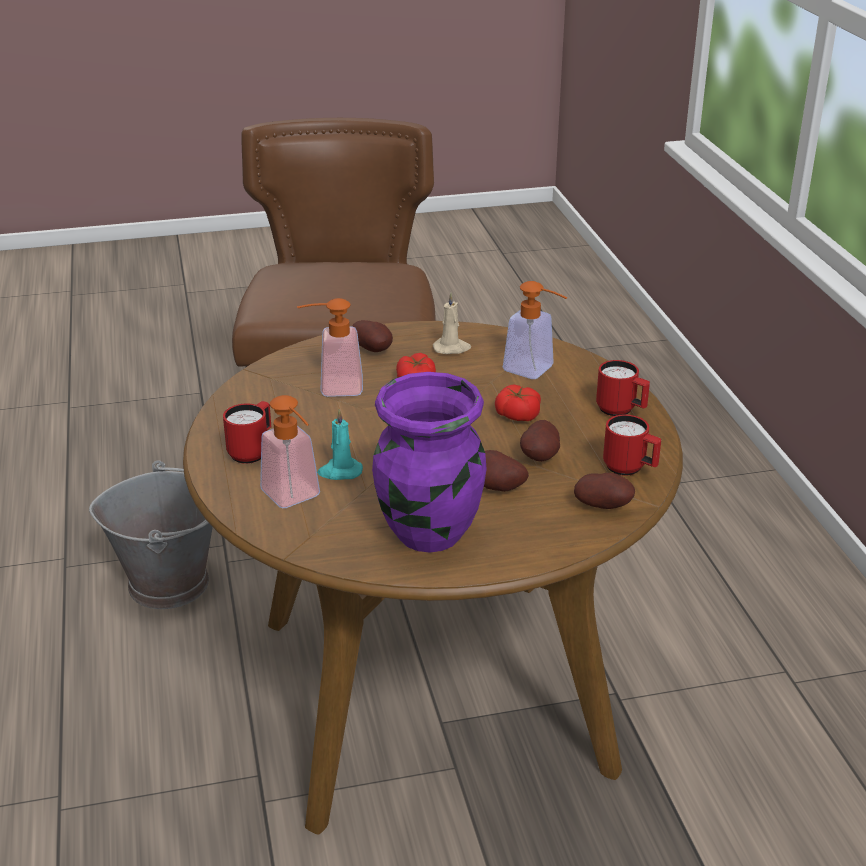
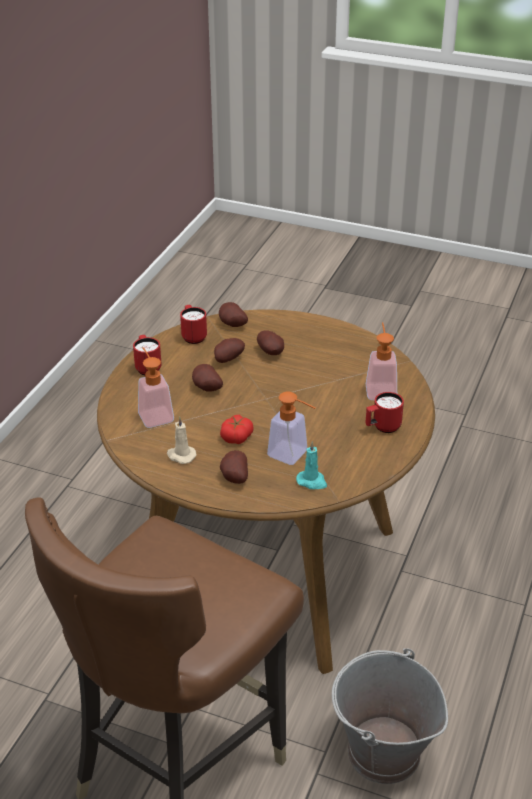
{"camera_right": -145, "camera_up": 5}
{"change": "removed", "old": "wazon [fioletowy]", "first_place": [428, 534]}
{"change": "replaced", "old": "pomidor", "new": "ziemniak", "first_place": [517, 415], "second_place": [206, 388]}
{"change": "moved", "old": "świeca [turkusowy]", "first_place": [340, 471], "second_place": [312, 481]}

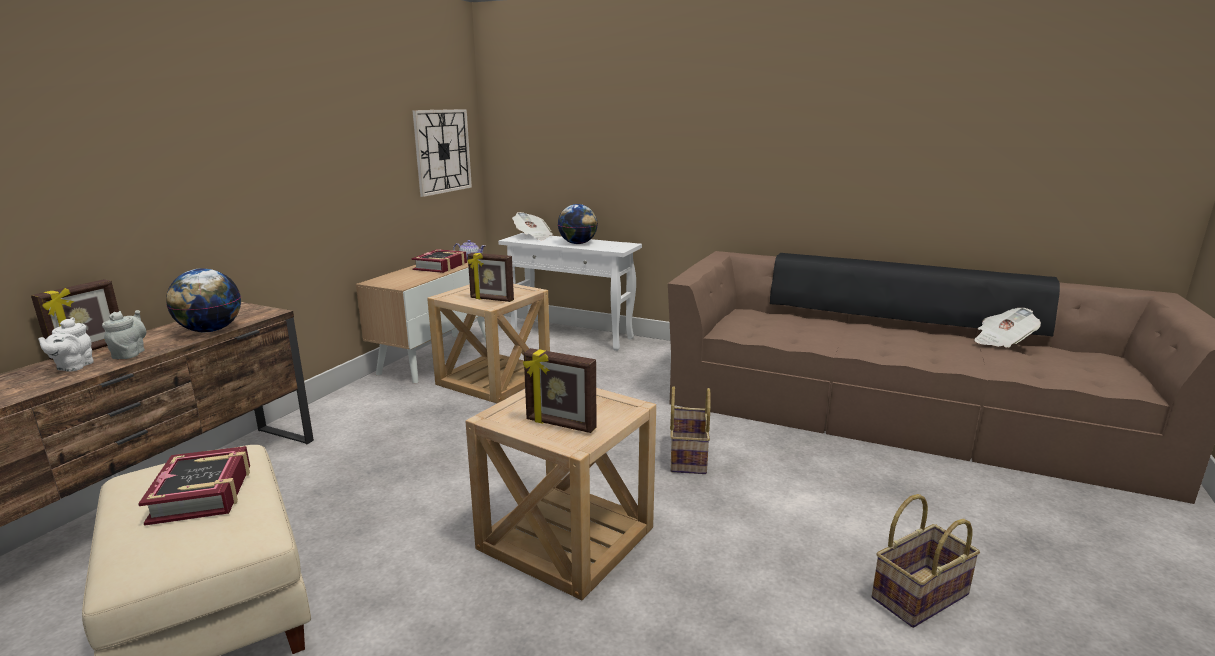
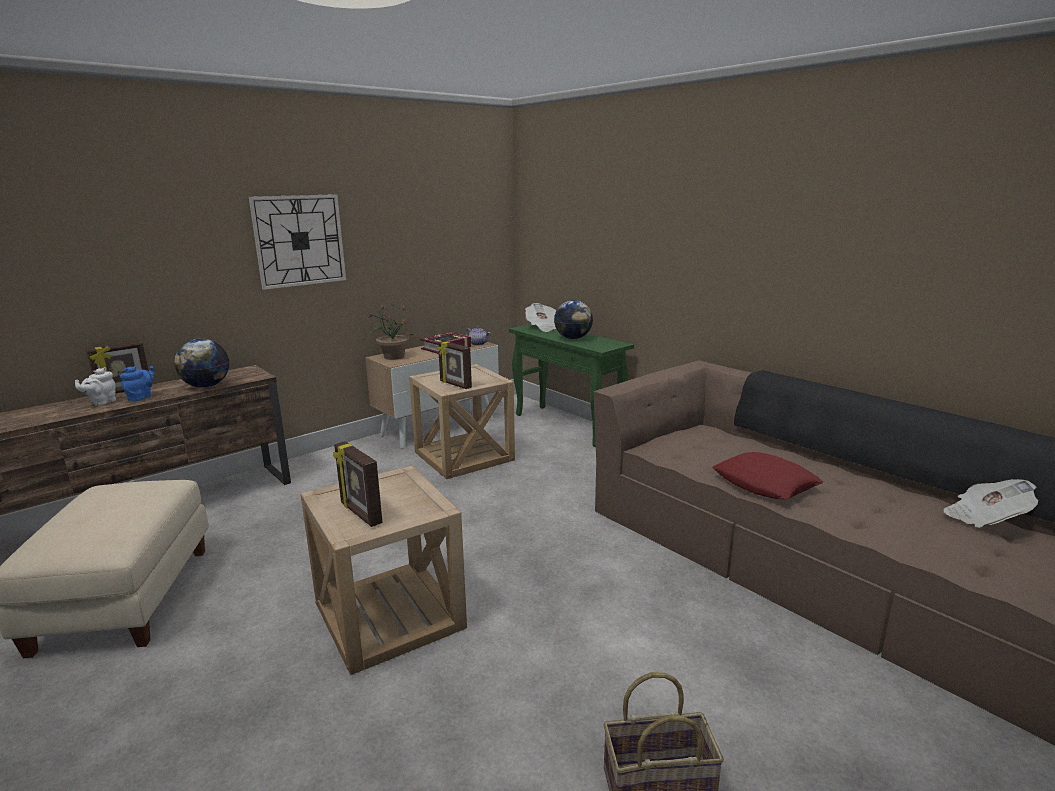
{"camera_right": 25, "camera_up": 0}
{"change": "moved", "old": "zegar ścienny", "first_place": [442, 151], "second_place": [299, 240]}
{"change": "recoloured", "old": "stolik konsolowy [biały]", "new": "stolik konsolowy [zielony]", "first_place": [572, 336], "second_place": [568, 426]}
{"change": "recoloured", "old": "imbryk [szary]", "new": "imbryk [niebieski]", "first_place": [130, 353], "second_place": [141, 397]}
{"change": "removed", "old": "koszyk", "first_place": [687, 456]}
{"change": "removed", "old": "książka", "first_place": [202, 493]}
{"change": "added", "new": "roślina doniczkowa", "second_place": [393, 356]}
{"change": "added", "new": "poduszka [czerwony]", "second_place": [765, 483]}

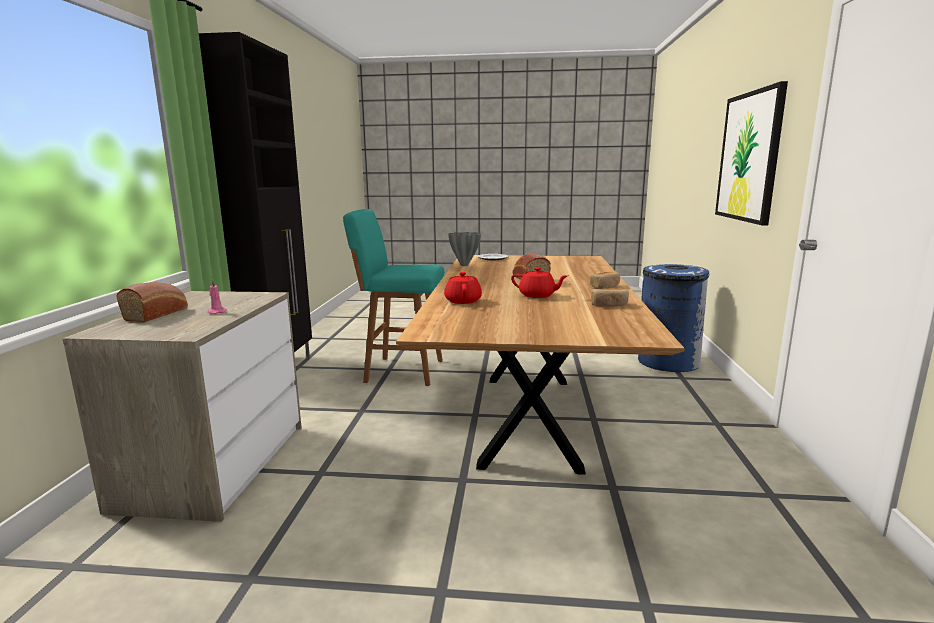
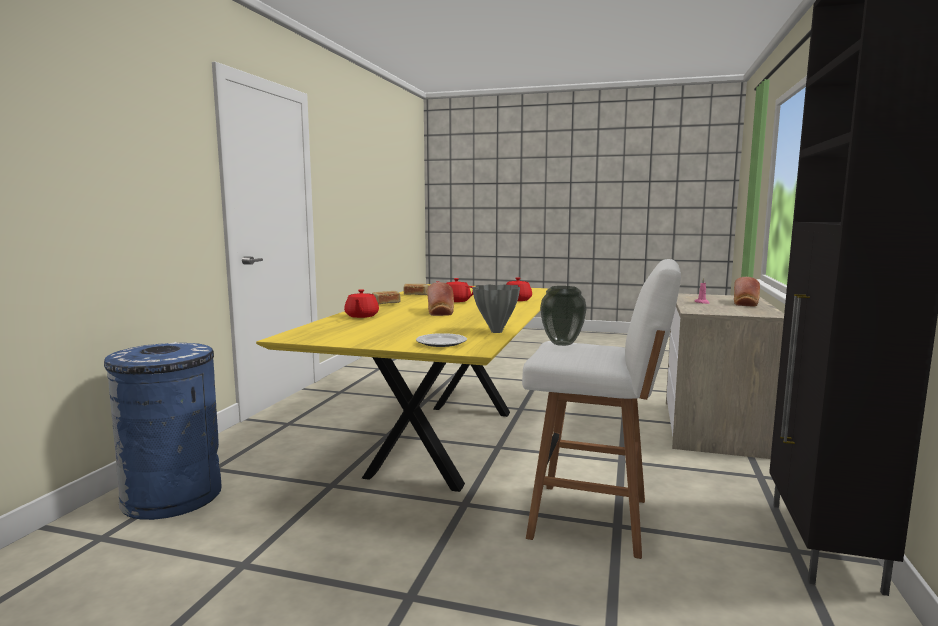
{"camera_right": -170, "camera_up": -5}
{"change": "removed", "old": "obraz", "first_place": [749, 157]}
{"change": "recoloured", "old": "stołek [turkusowy]", "new": "stołek [biały]", "first_place": [401, 371], "second_place": [594, 519]}
{"change": "recoloured", "old": "stół jadalny [brązowy]", "new": "stół jadalny [żółty]", "first_place": [528, 417], "second_place": [447, 440]}
{"change": "added", "new": "wazon", "second_place": [563, 343]}
{"change": "added", "new": "imbryk [czerwony]", "second_place": [361, 316]}

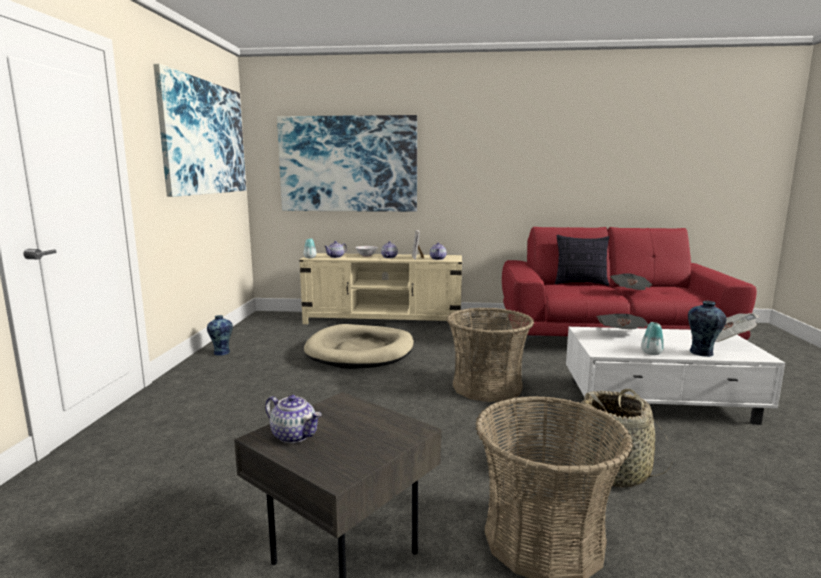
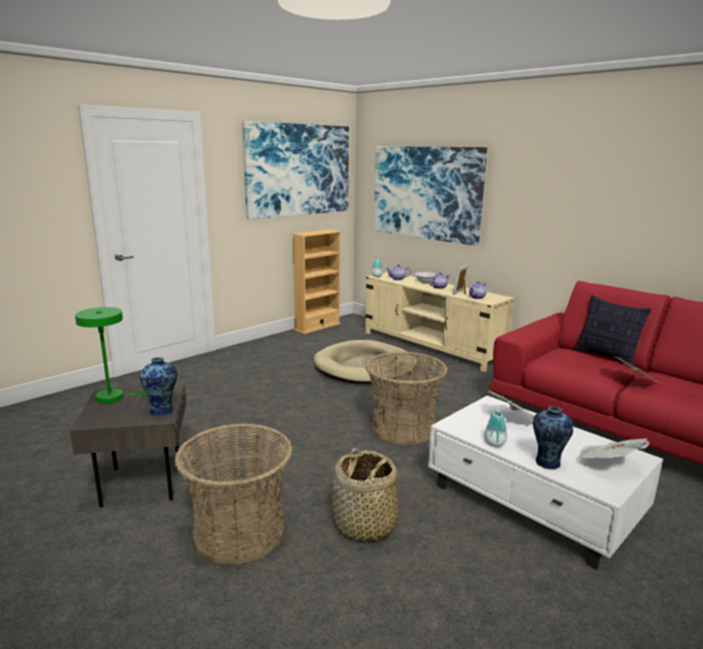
{"camera_right": 40, "camera_up": 5}
{"change": "moved", "old": "wazon", "first_place": [222, 352], "second_place": [162, 411]}
{"change": "replaced", "old": "imbryk", "new": "lampa stołowa [zielony]", "first_place": [294, 435], "second_place": [115, 397]}
{"change": "added", "new": "regał [beżowy]", "second_place": [317, 327]}

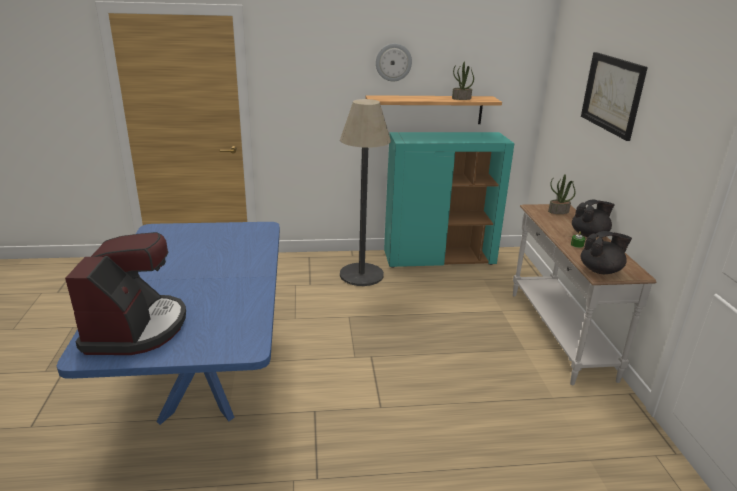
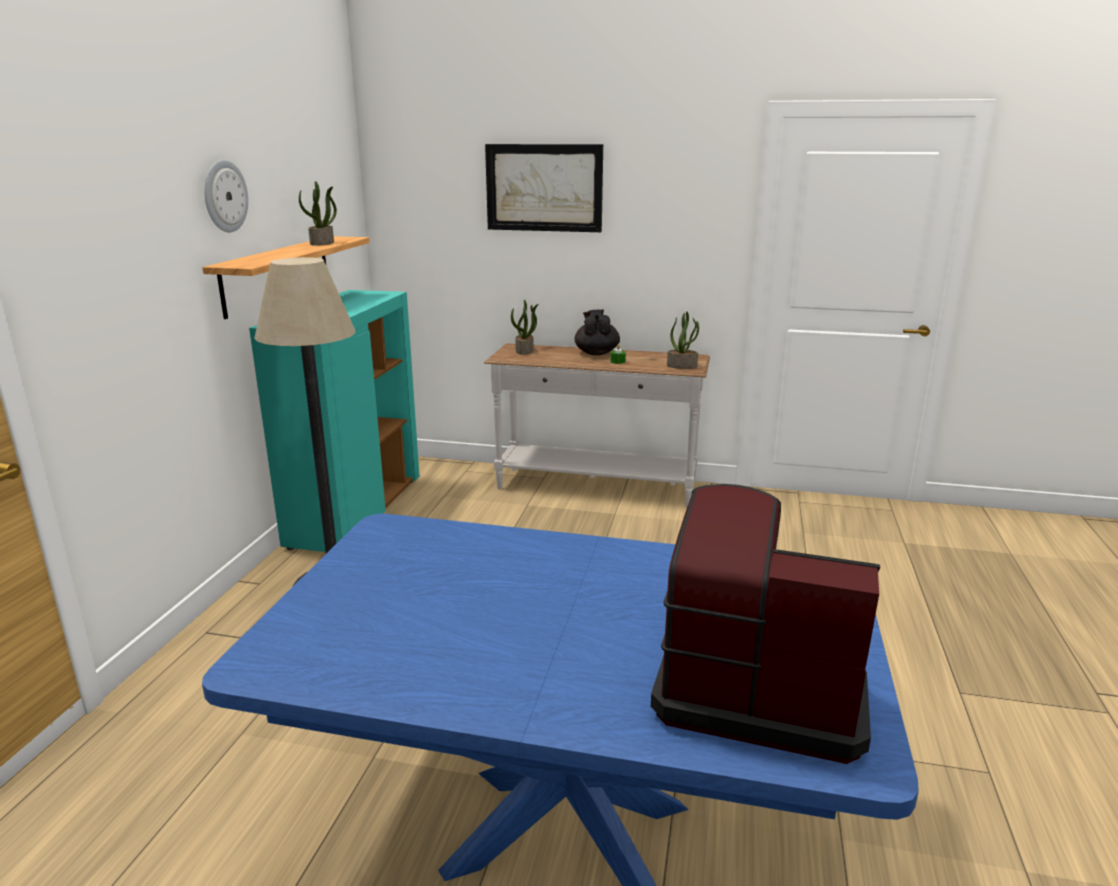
{"camera_right": -70, "camera_up": -5}
{"change": "replaced", "old": "imbryk [czarny]", "new": "roślina doniczkowa", "first_place": [601, 270], "second_place": [682, 366]}

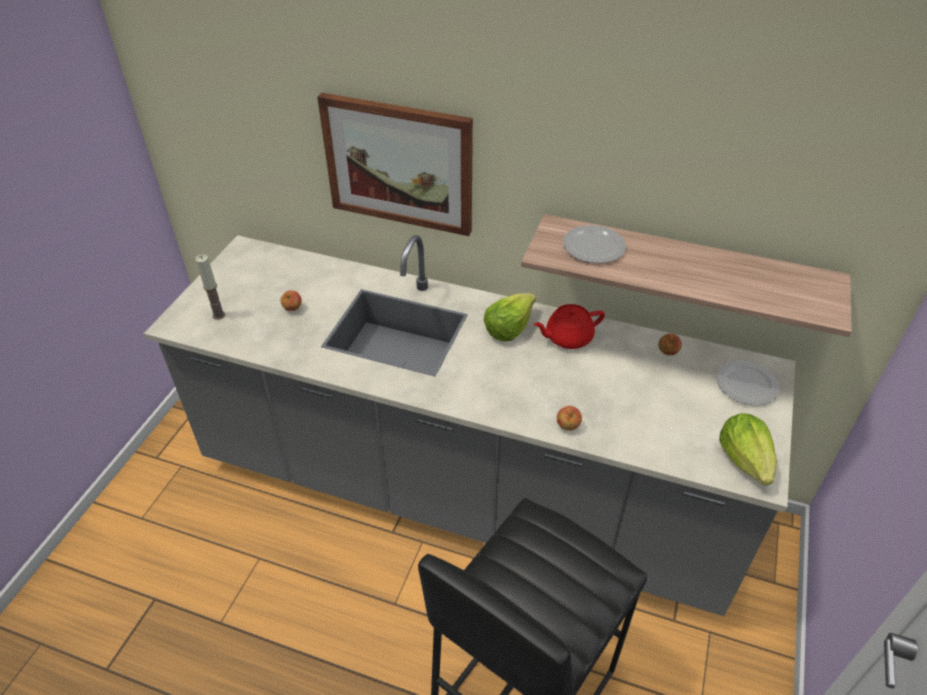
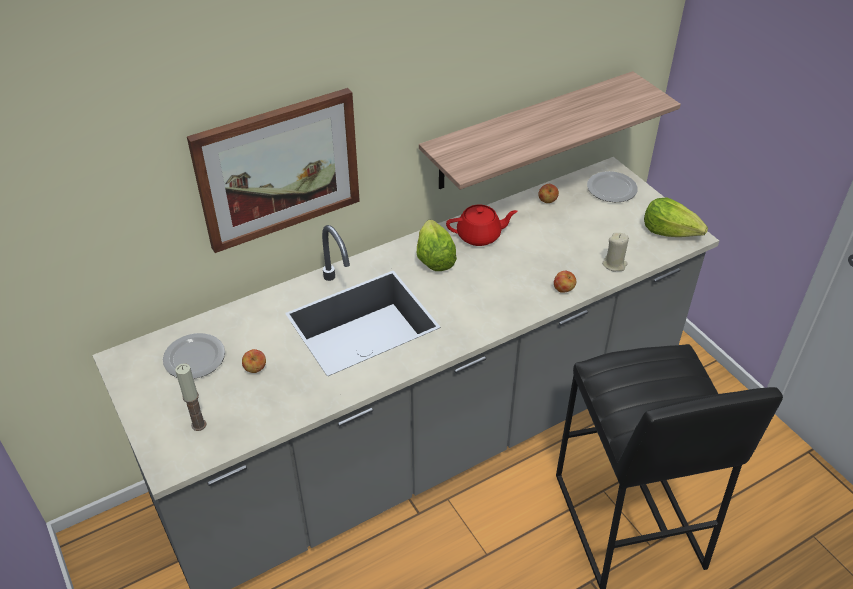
{"camera_right": -50, "camera_up": 0}
{"change": "moved", "old": "talerz", "first_place": [593, 247], "second_place": [195, 359]}
{"change": "turned", "old": "imbryk [czerwony]", "first_place": [567, 337], "second_place": [480, 236], "degrees": -120}
{"change": "added", "new": "świeca [beżowy]", "second_place": [614, 264]}

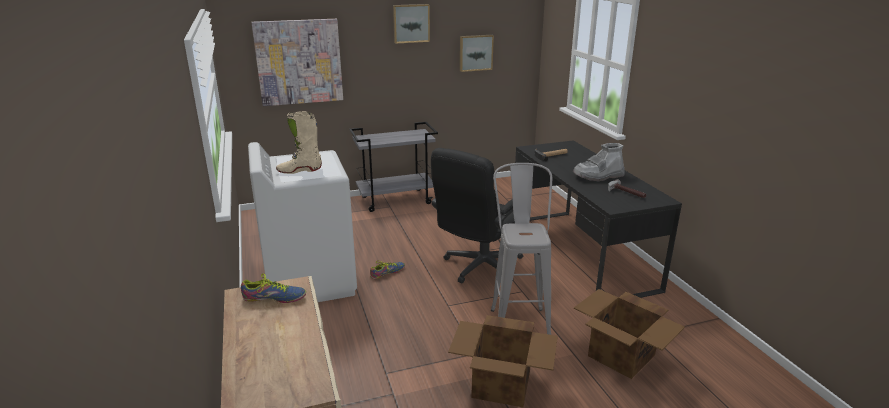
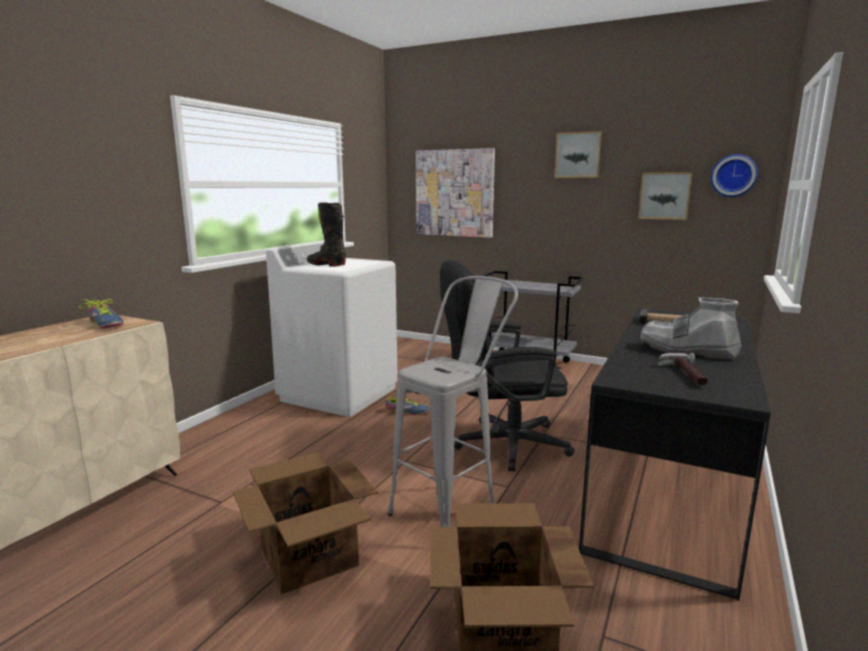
{"camera_right": 45, "camera_up": -10}
{"change": "recoloured", "old": "but z cholewką [beżowy]", "new": "but z cholewką [czarny]", "first_place": [299, 170], "second_place": [326, 265]}
{"change": "added", "new": "zegar ścienny", "second_place": [733, 175]}

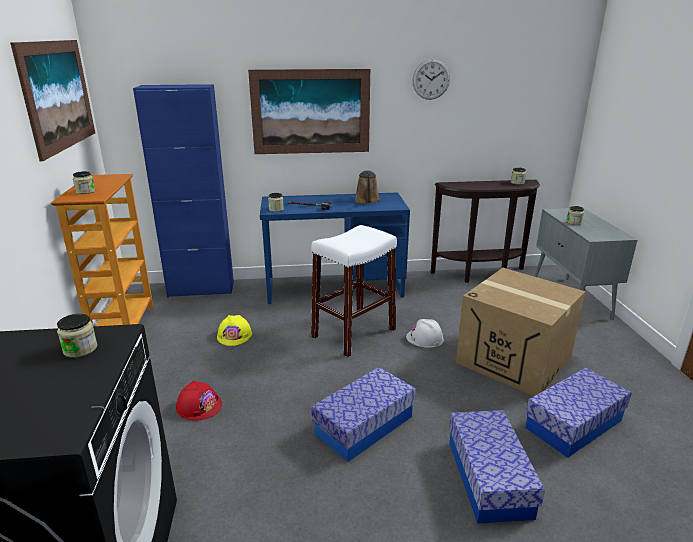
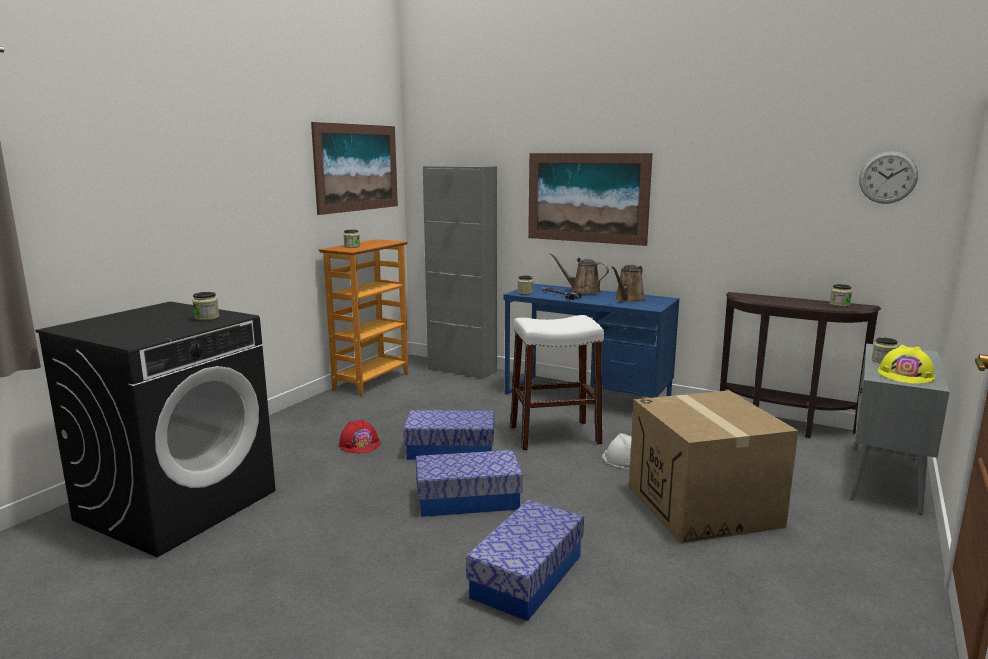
{"camera_right": 35, "camera_up": -10}
{"change": "moved", "old": "zegar ścienny", "first_place": [431, 79], "second_place": [888, 177]}
{"change": "recoloured", "old": "szafka [niebieski]", "new": "szafka [szary]", "first_place": [201, 289], "second_place": [462, 370]}
{"change": "moved", "old": "kask [żółty]", "first_place": [234, 335], "second_place": [905, 375]}
{"change": "moved", "old": "pojemnik do przechowywania", "first_place": [573, 424], "second_place": [450, 450]}
{"change": "added", "new": "konewka [brązowy]", "second_place": [583, 291]}

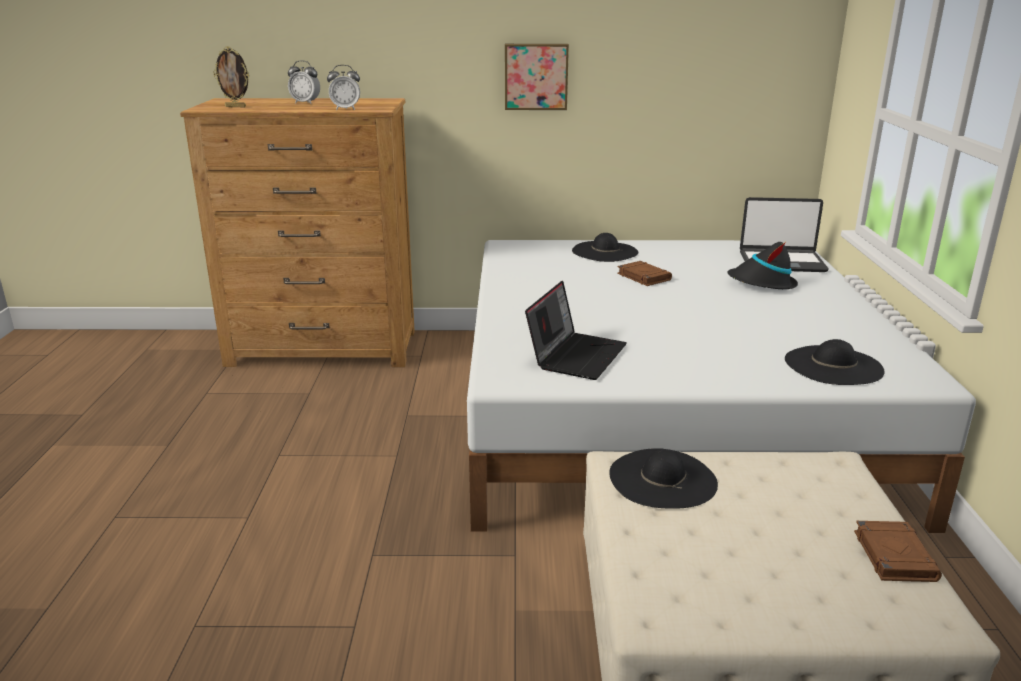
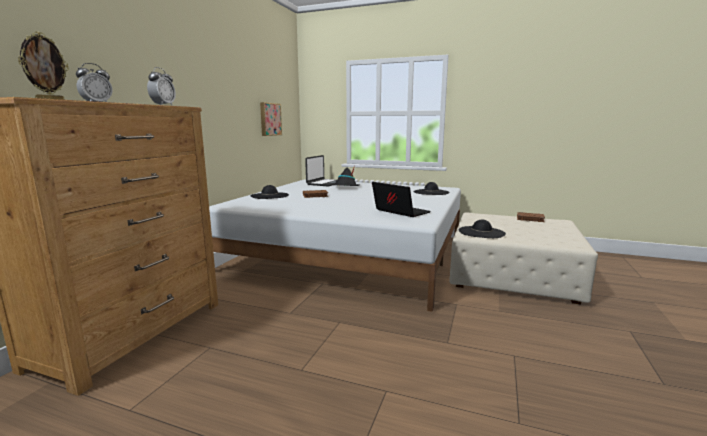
{"camera_right": -70, "camera_up": -10}
{"change": "moved", "old": "obraz", "first_place": [536, 76], "second_place": [269, 119]}

